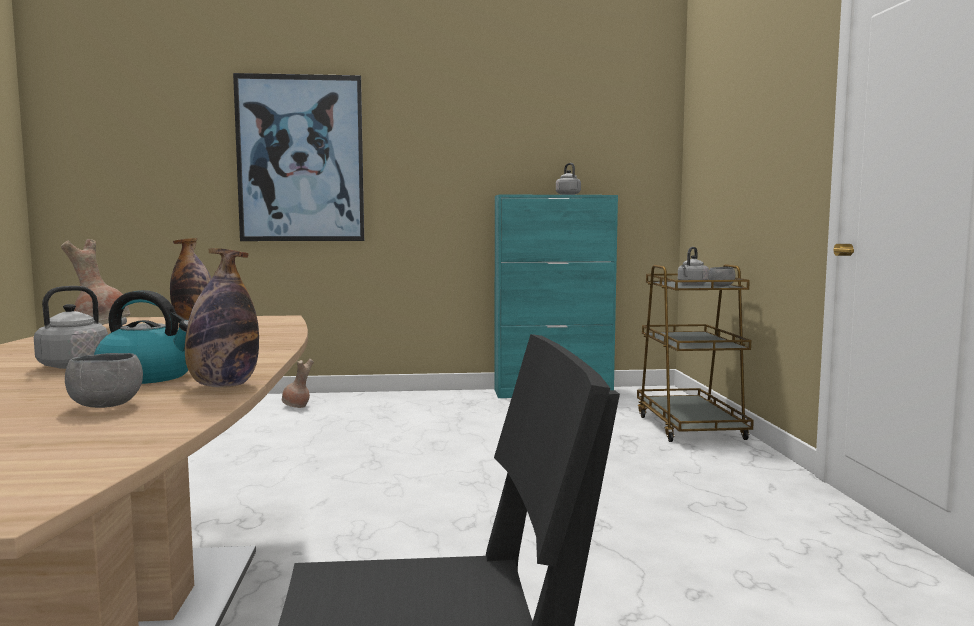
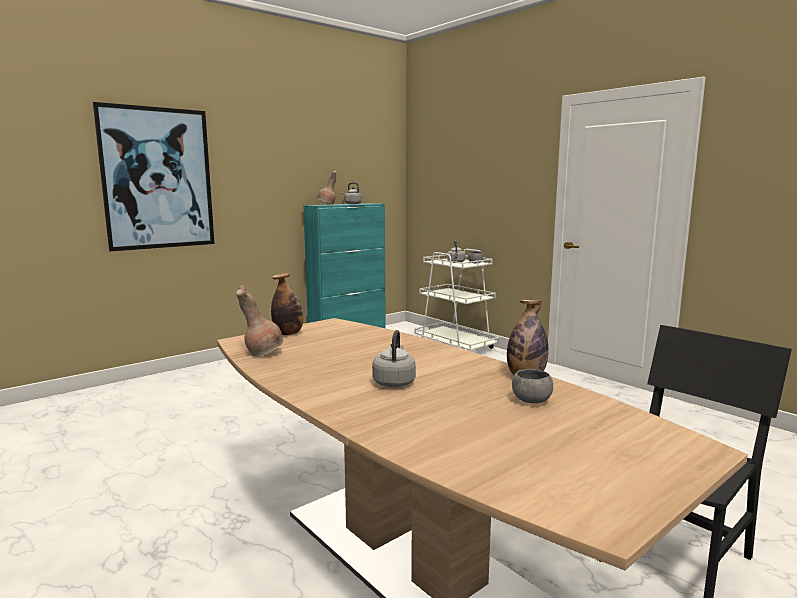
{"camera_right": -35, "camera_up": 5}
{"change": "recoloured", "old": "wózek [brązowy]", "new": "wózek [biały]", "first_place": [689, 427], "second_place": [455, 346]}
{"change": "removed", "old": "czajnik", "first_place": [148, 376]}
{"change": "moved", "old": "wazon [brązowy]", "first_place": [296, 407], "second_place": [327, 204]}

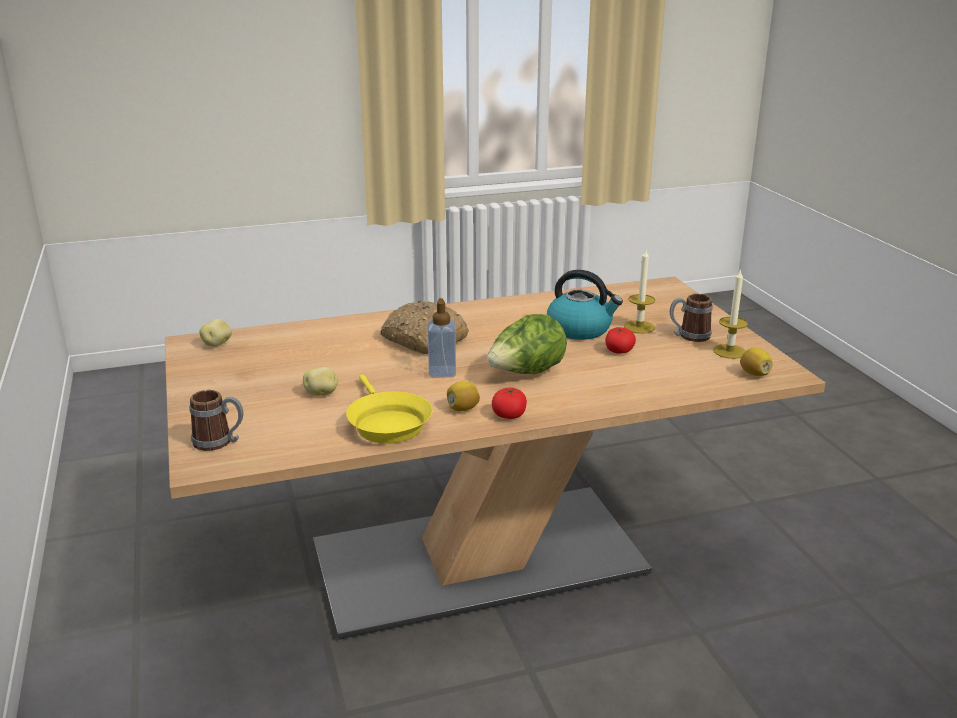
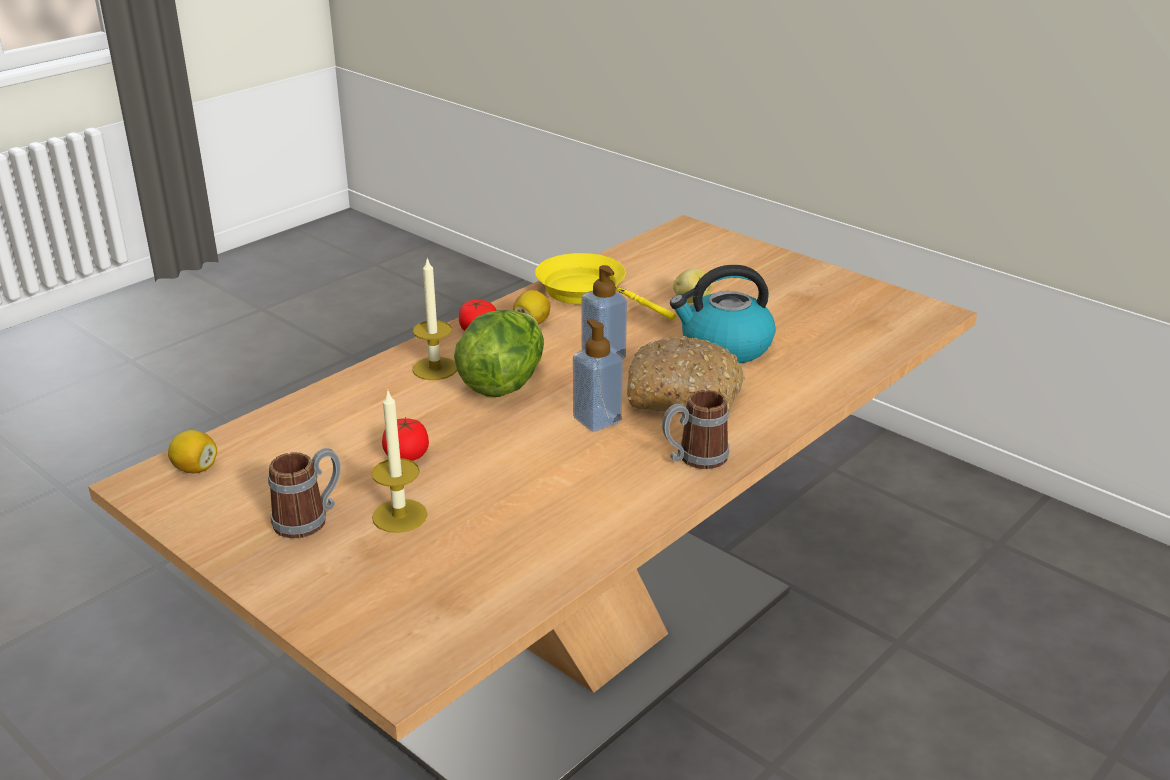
{"camera_right": 150, "camera_up": 5}
{"change": "moved", "old": "świeca", "first_place": [729, 351], "second_place": [435, 368]}
{"change": "moved", "old": "czajnik", "first_place": [580, 329], "second_place": [724, 347]}
{"change": "removed", "old": "ziemniak", "first_place": [217, 344]}
{"change": "moved", "old": "kubek", "first_place": [219, 442], "second_place": [694, 458]}
{"change": "added", "new": "dozownik mydła", "second_place": [597, 420]}

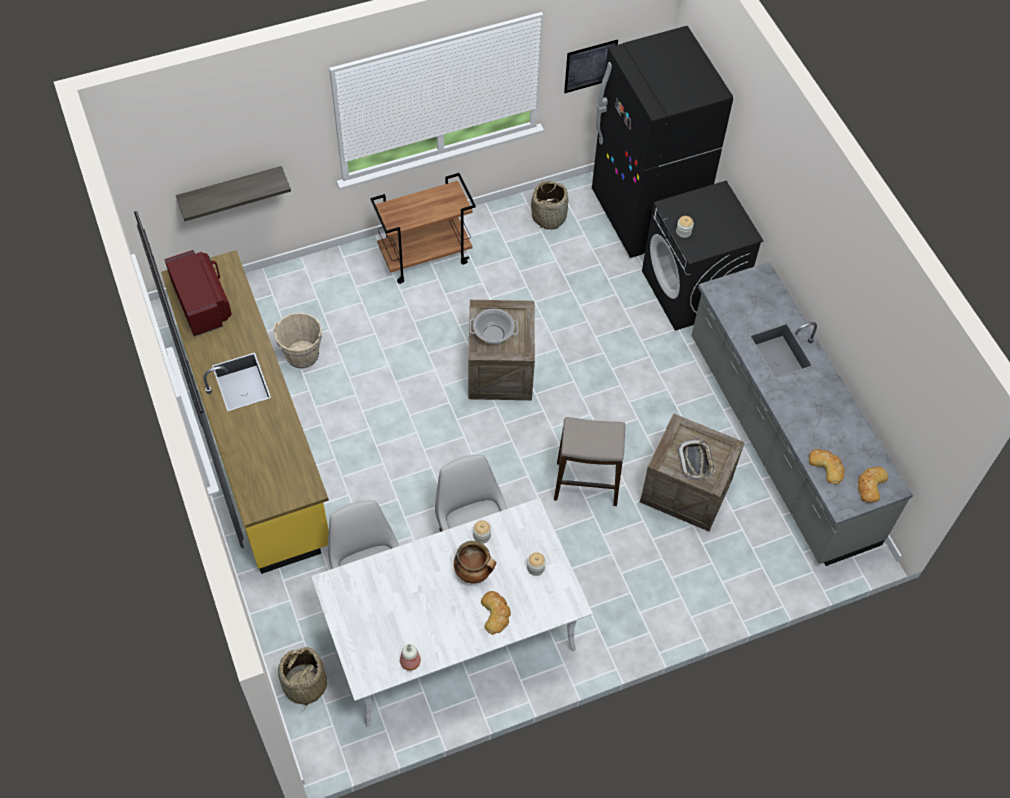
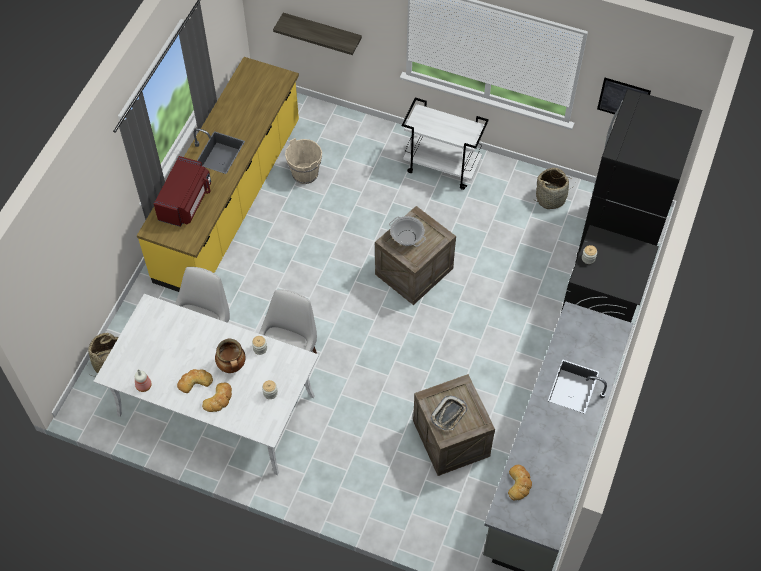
{"camera_right": 45, "camera_up": 0}
{"change": "recoloured", "old": "wózek [brązowy]", "new": "wózek [biały]", "first_place": [426, 256], "second_place": [442, 167]}
{"change": "moved", "old": "mikrofalówka [czerwony]", "first_place": [202, 303], "second_place": [186, 202]}
{"change": "removed", "old": "stołek", "first_place": [586, 484]}
{"change": "moved", "old": "chleb", "first_place": [870, 485], "second_place": [194, 381]}

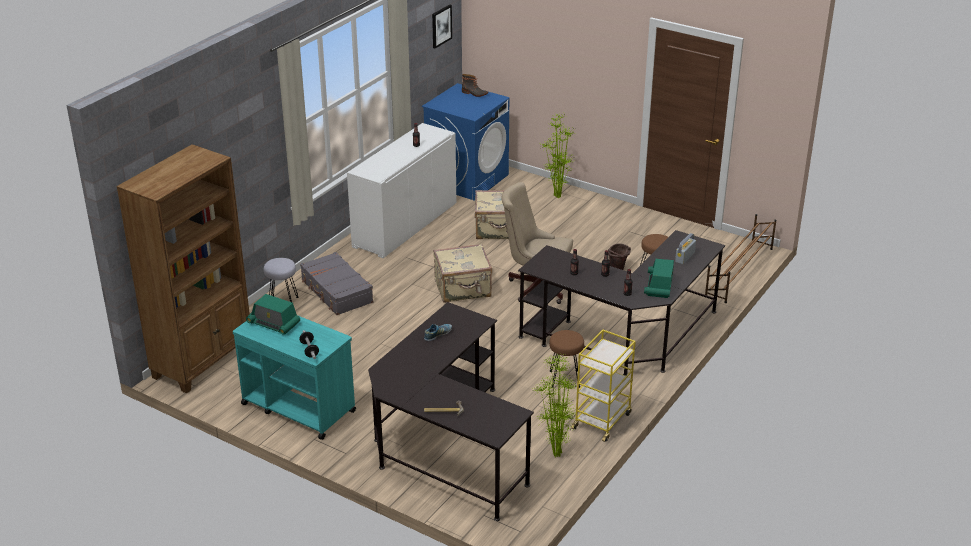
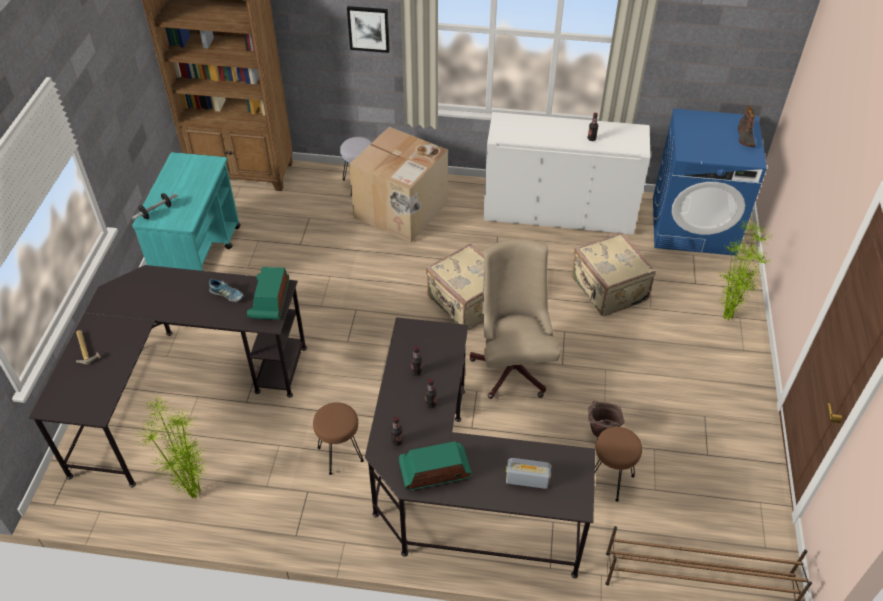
{"camera_right": 65, "camera_up": 15}
{"change": "moved", "old": "obraz", "first_place": [441, 26], "second_place": [368, 28]}
{"change": "replaced", "old": "walizka [szary]", "new": "karton", "first_place": [336, 292], "second_place": [401, 211]}
{"change": "moved", "old": "radio", "first_place": [273, 323], "second_place": [270, 300]}
{"change": "removed", "old": "wózek [żółty]", "first_place": [602, 420]}

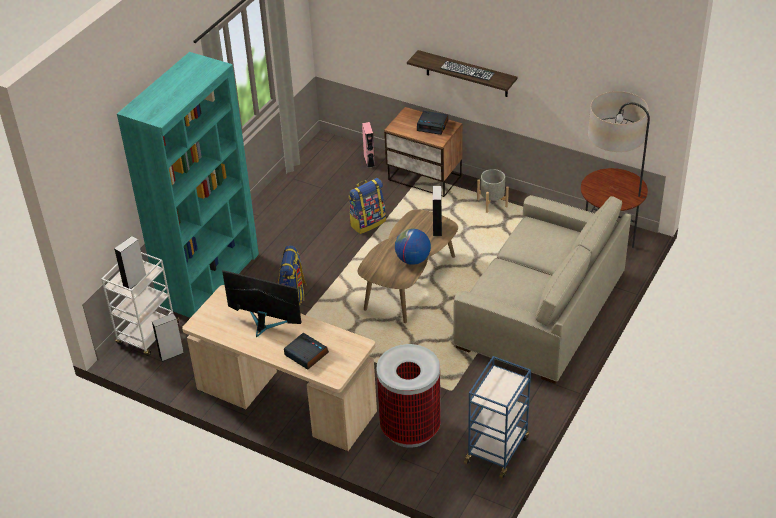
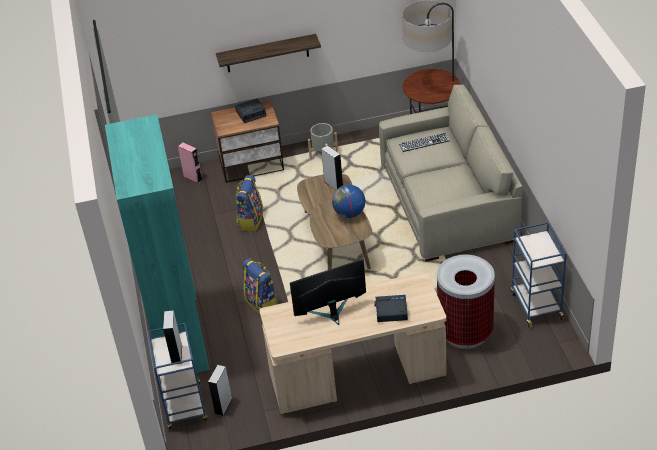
{"camera_right": -40, "camera_up": 0}
{"change": "moved", "old": "klawiatura", "first_place": [467, 71], "second_place": [424, 142]}
{"change": "recoloured", "old": "wózek [biały]", "new": "wózek [niebieski]", "first_place": [147, 335], "second_place": [185, 406]}

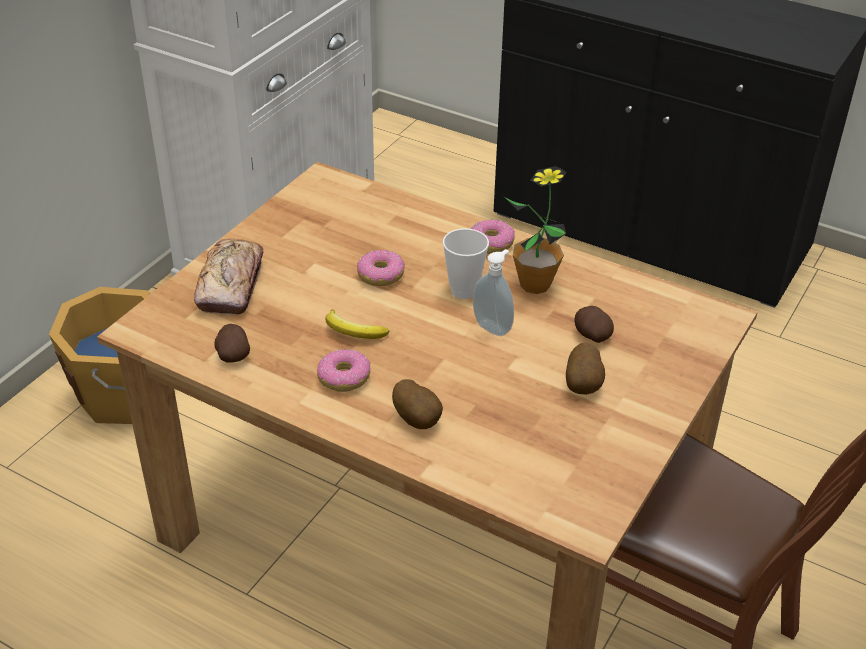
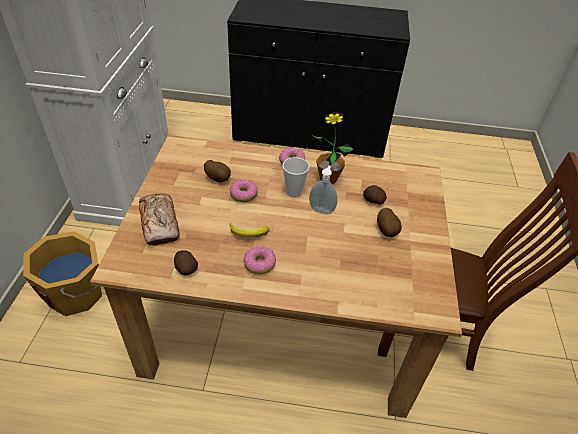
{"camera_right": -25, "camera_up": 5}
{"change": "moved", "old": "ziemniak", "first_place": [418, 420], "second_place": [218, 179]}

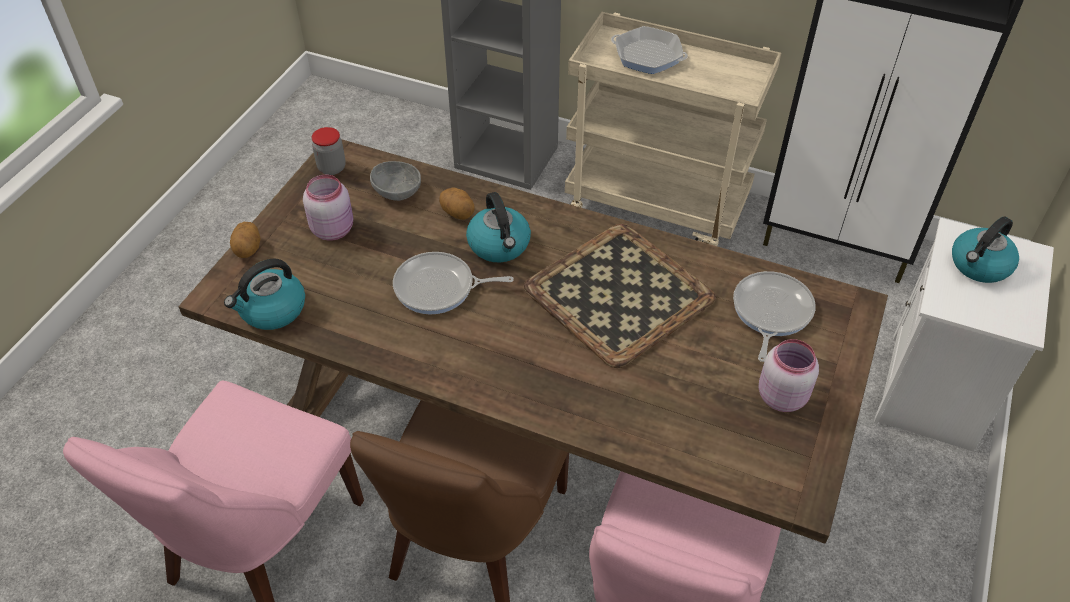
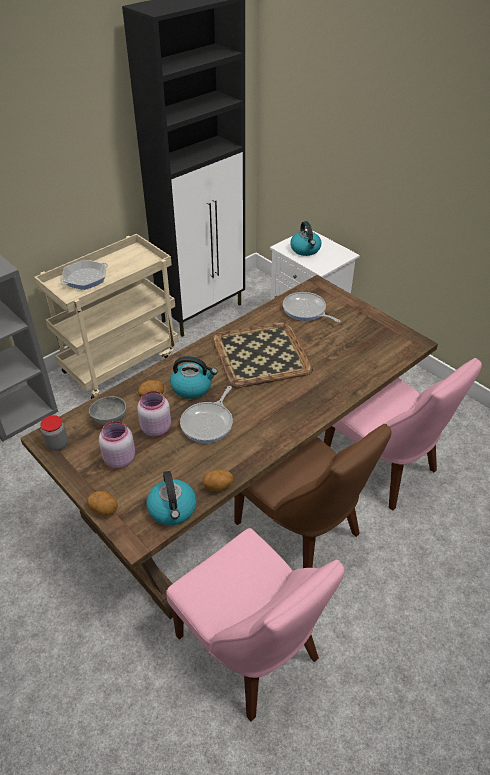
{"camera_right": -65, "camera_up": -5}
{"change": "moved", "old": "słoik [różowy]", "first_place": [781, 395], "second_place": [155, 428]}
{"change": "added", "new": "ziemniak", "second_place": [218, 487]}

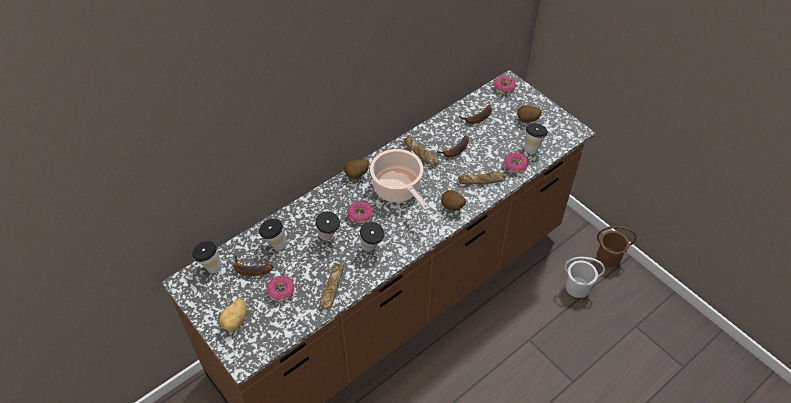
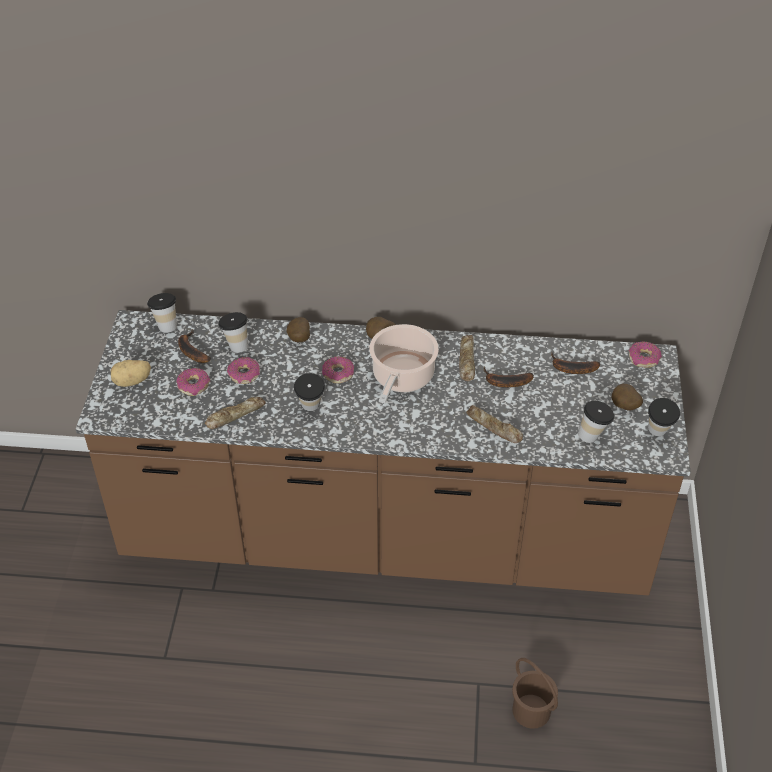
{"camera_right": 45, "camera_up": -5}
{"change": "moved", "old": "donut", "first_place": [515, 166], "second_place": [244, 375]}
{"change": "moved", "old": "ziemniak", "first_place": [452, 207], "second_place": [298, 339]}
{"change": "moved", "old": "filiżanka", "first_place": [329, 238], "second_place": [658, 434]}
{"change": "moved", "old": "wiadro [brązowy]", "first_place": [609, 257], "second_place": [531, 711]}
{"change": "removed", "old": "wiadro [biały]", "first_place": [577, 286]}

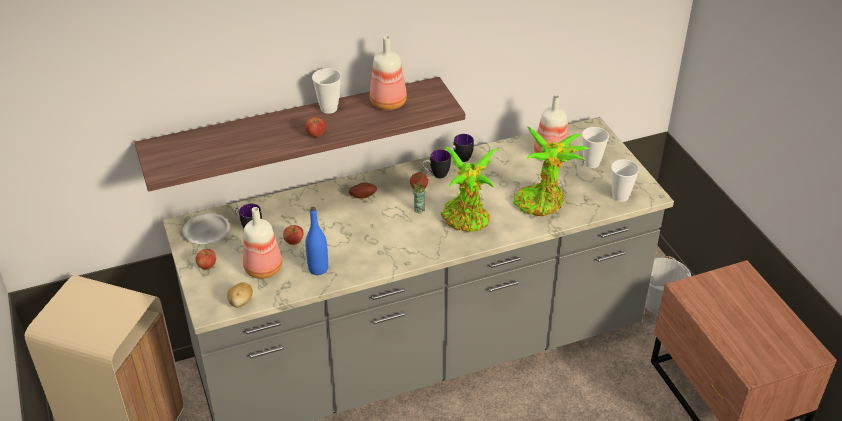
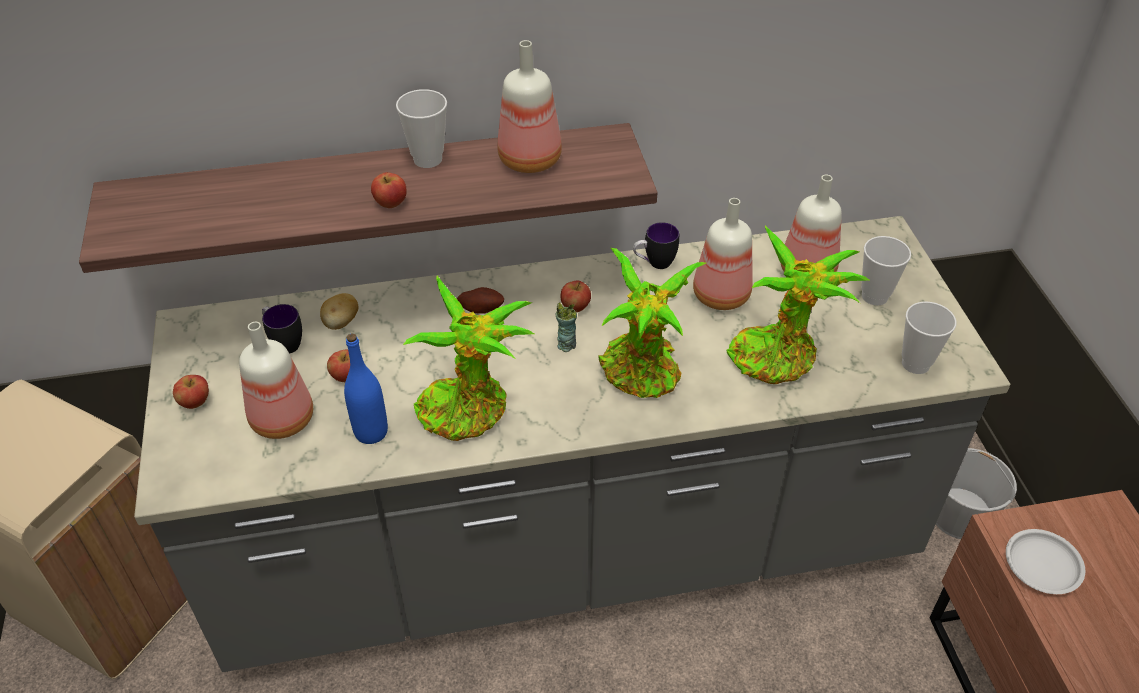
{"camera_right": 10, "camera_up": 5}
{"change": "removed", "old": "kubek", "first_place": [436, 175]}
{"change": "moved", "old": "talerz [biały]", "first_place": [207, 231], "second_place": [1043, 565]}
{"change": "moved", "old": "ziemniak", "first_place": [241, 302], "second_place": [341, 323]}
{"change": "added", "new": "butelka", "second_place": [721, 297]}
{"change": "added", "new": "roślina doniczkowa", "second_place": [469, 410]}

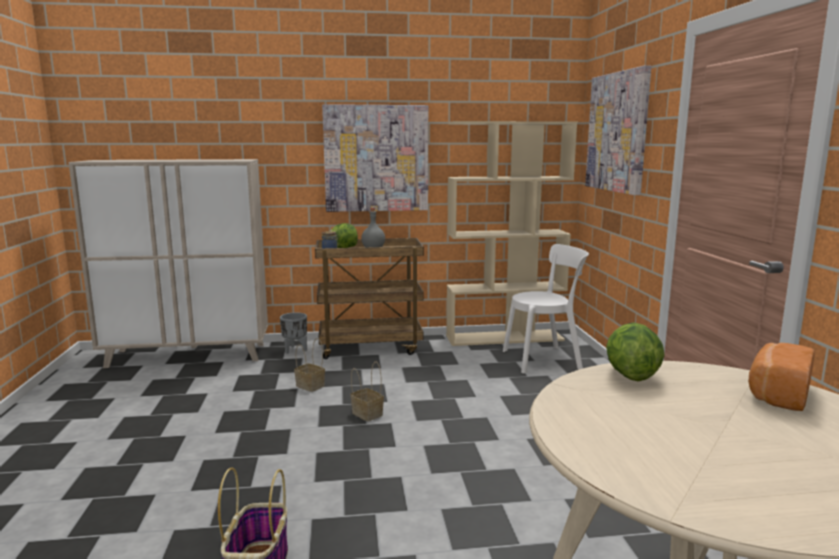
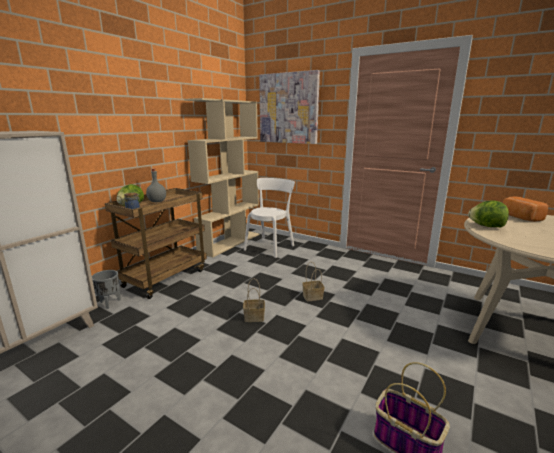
{"camera_right": -50, "camera_up": 5}
{"change": "removed", "old": "obraz", "first_place": [376, 158]}
{"change": "moved", "old": "koszyk", "first_place": [311, 386], "second_place": [313, 296]}

